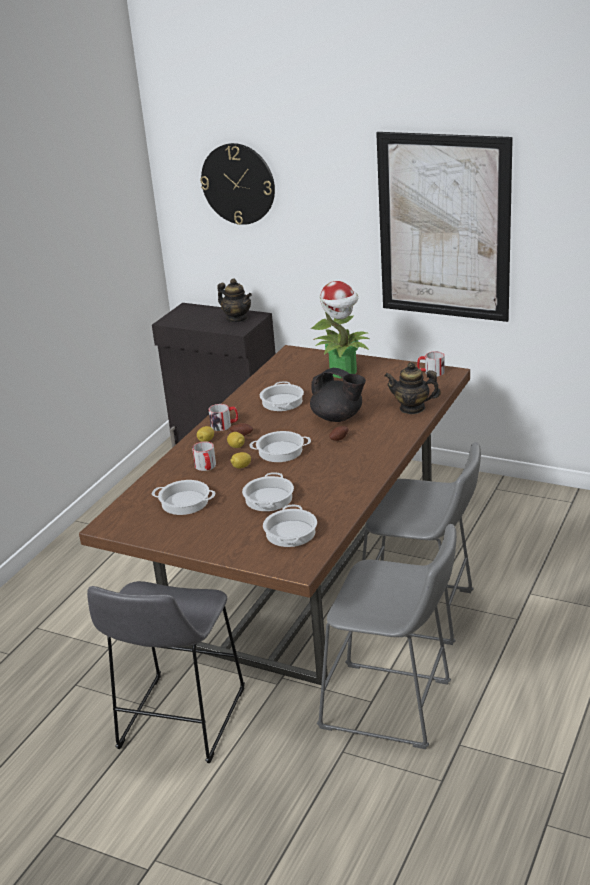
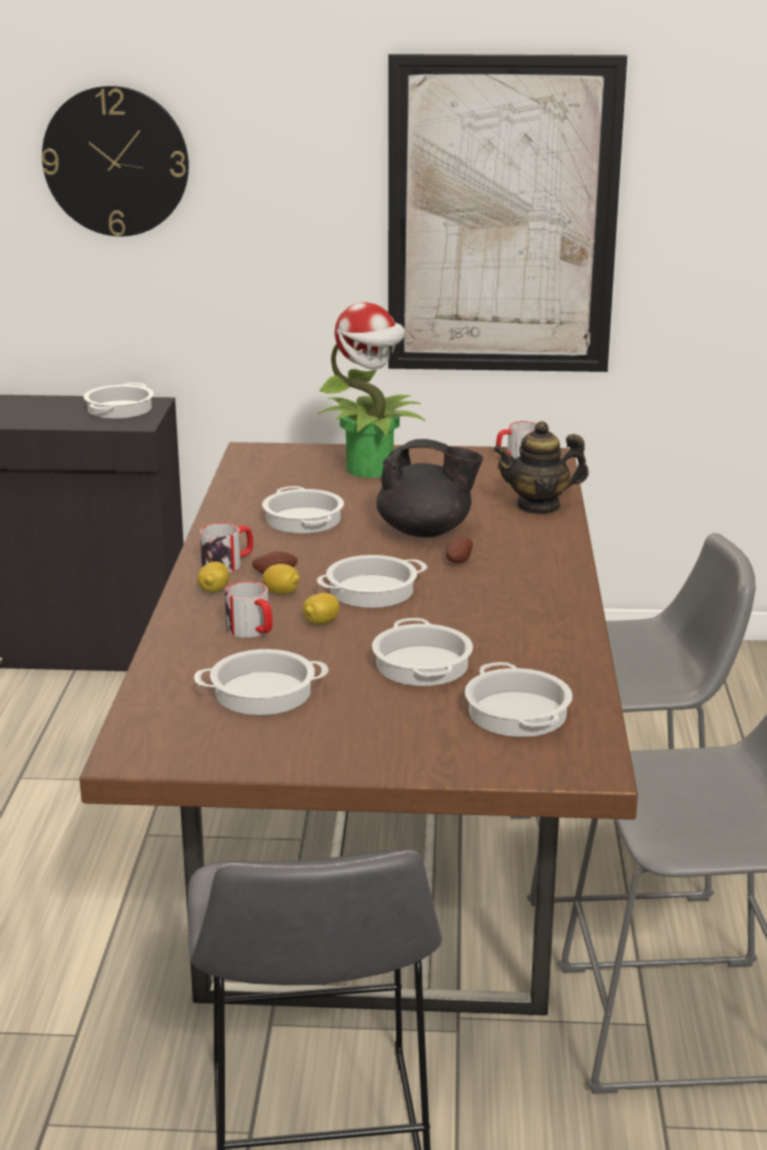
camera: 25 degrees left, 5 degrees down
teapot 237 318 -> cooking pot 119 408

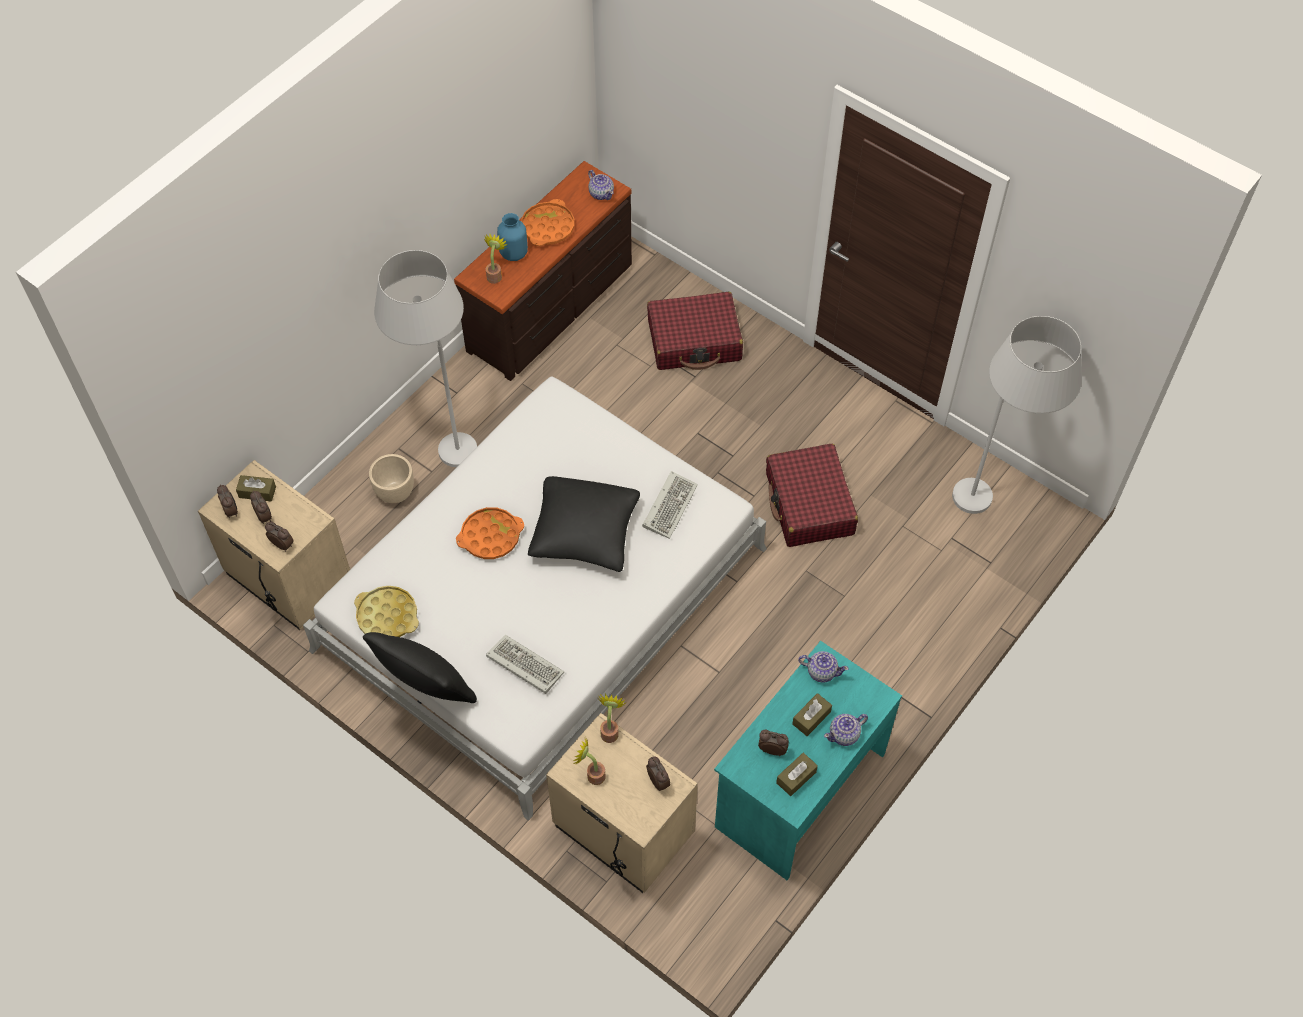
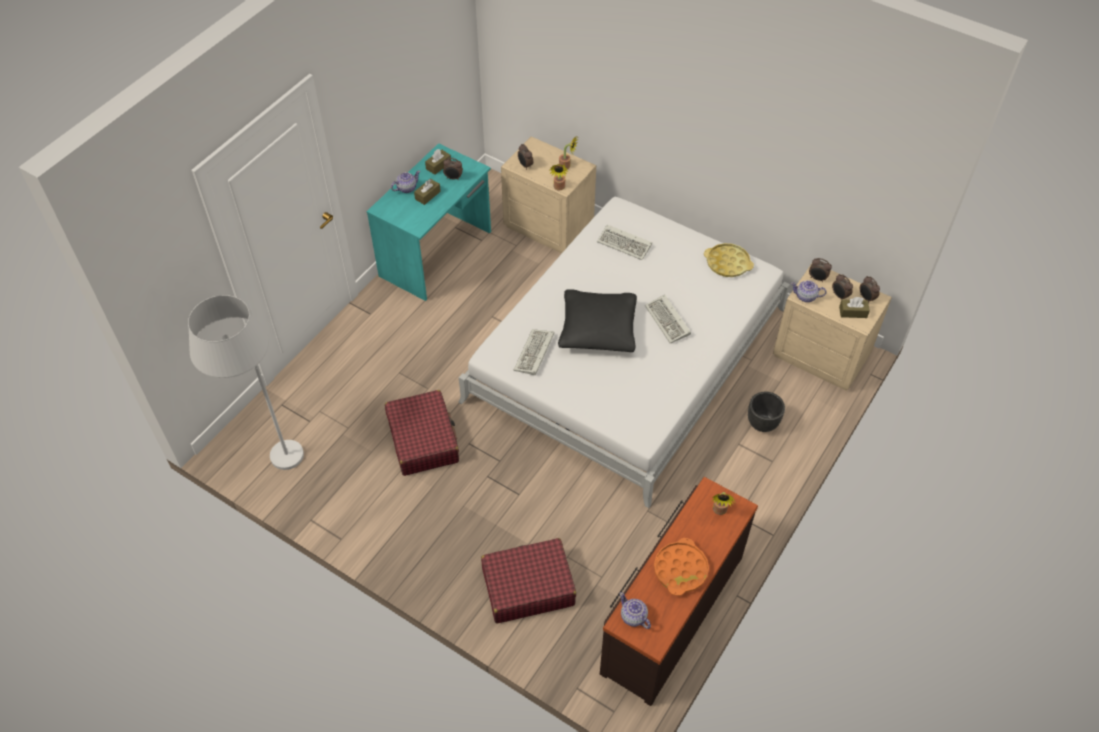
camera: 175 degrees right, 5 degrees down
black pillow 426 689 -> none
beige planter 395 493 -> black planter 762 424
white floor lamp 442 438 -> none
orange tray 490 536 -> keyboard 668 321
blue vase 513 253 -> none
teapot 821 671 -> teapot 806 297, relocated

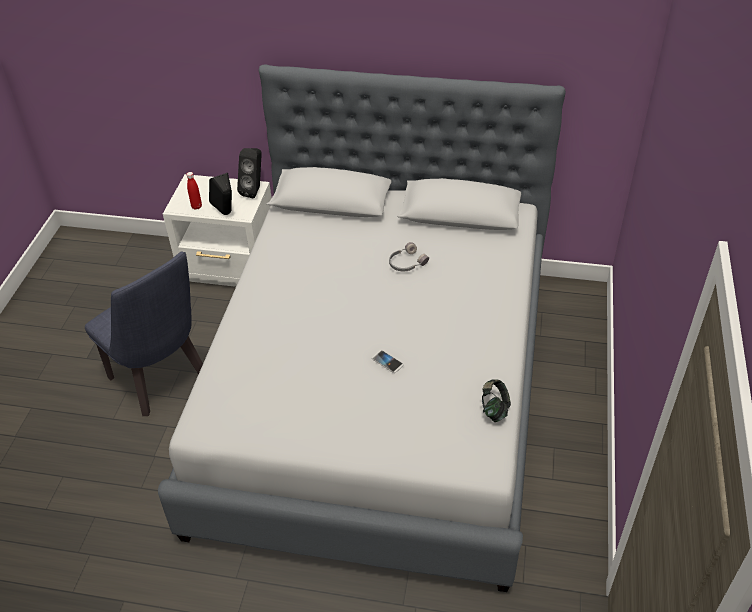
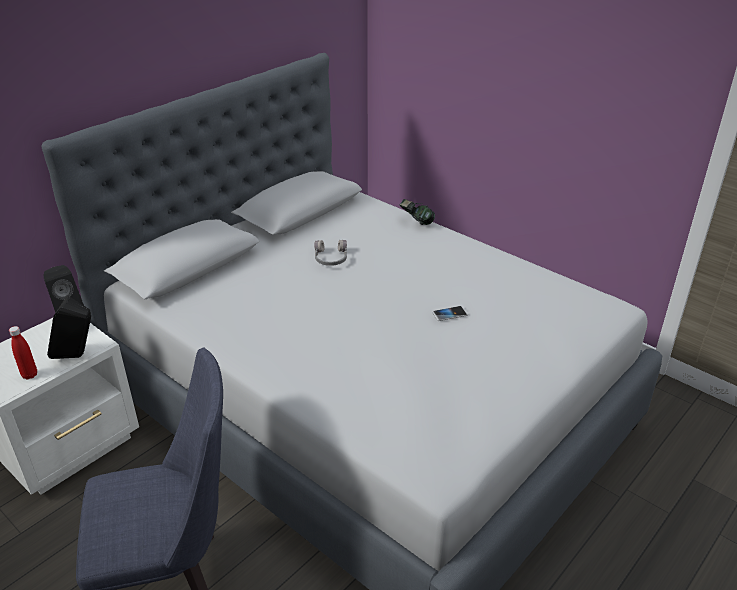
camera: 60 degrees left, 10 degrees down
headphones 494 409 -> headphones 416 222, relocated

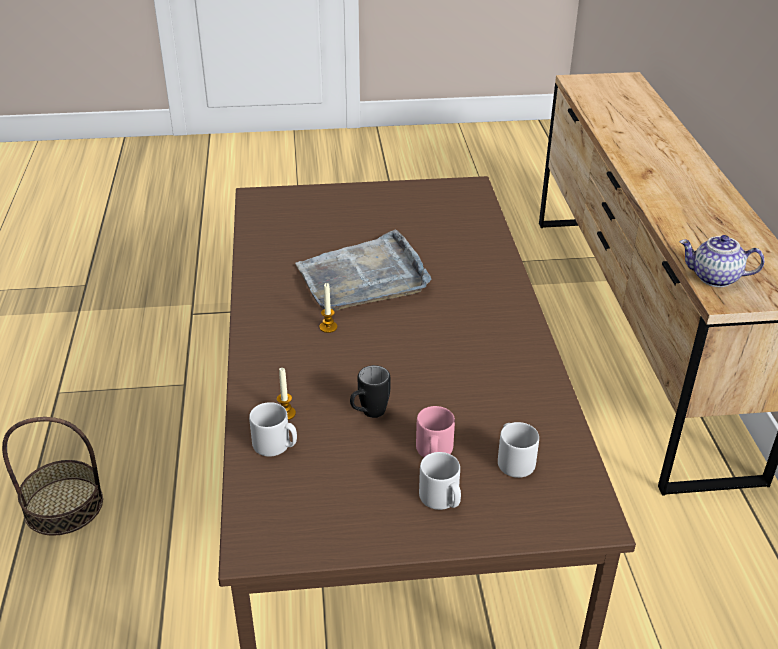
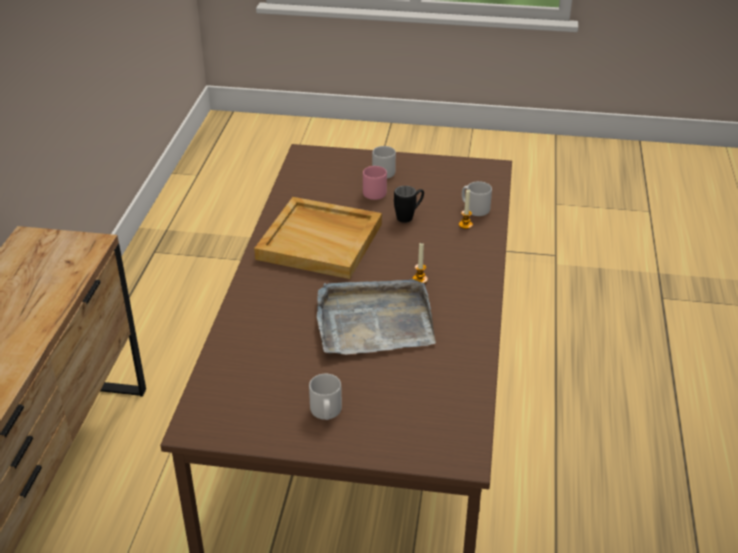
camera: 165 degrees left, 0 degrees up
basket 64 506 -> none
grey mug 514 461 -> grey mug 326 412, relocated
teapot 714 278 -> none
none -> beige tray 321 241

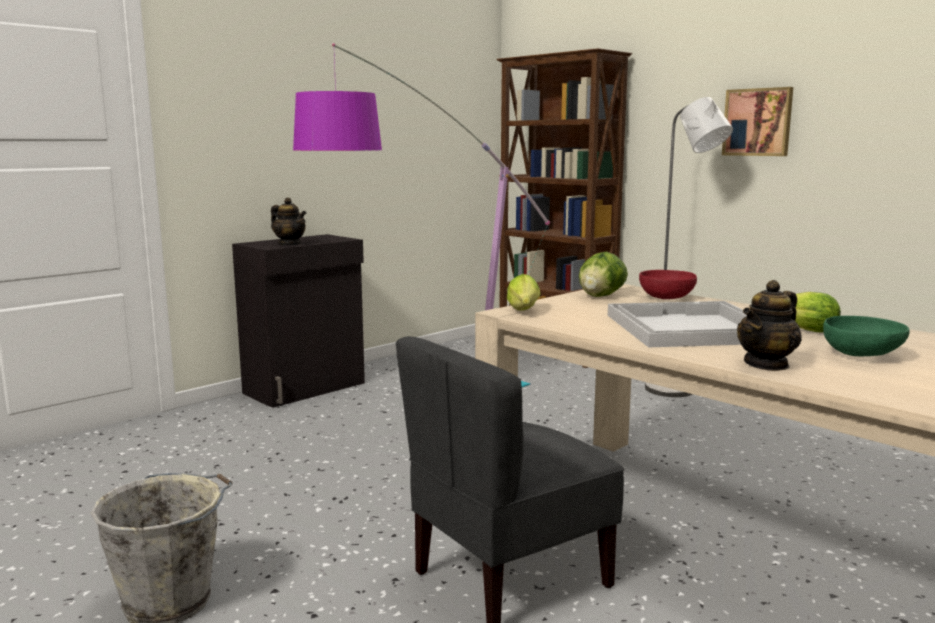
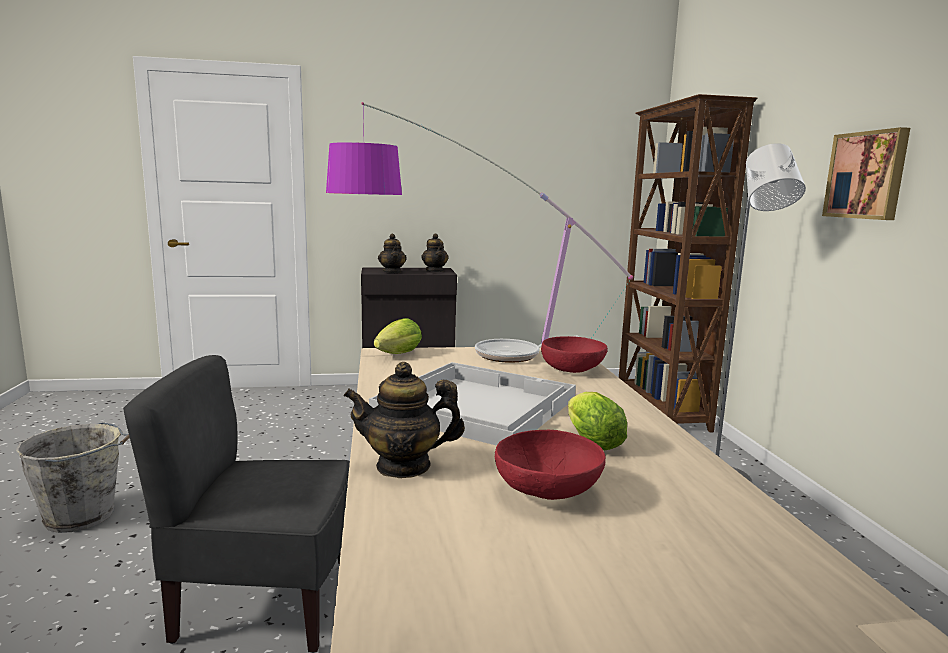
camera: 35 degrees right, 0 degrees up
lettuce 600 296 -> frying pan 513 355
green bowl 862 355 -> red bowl 548 493
none -> teapot 435 271

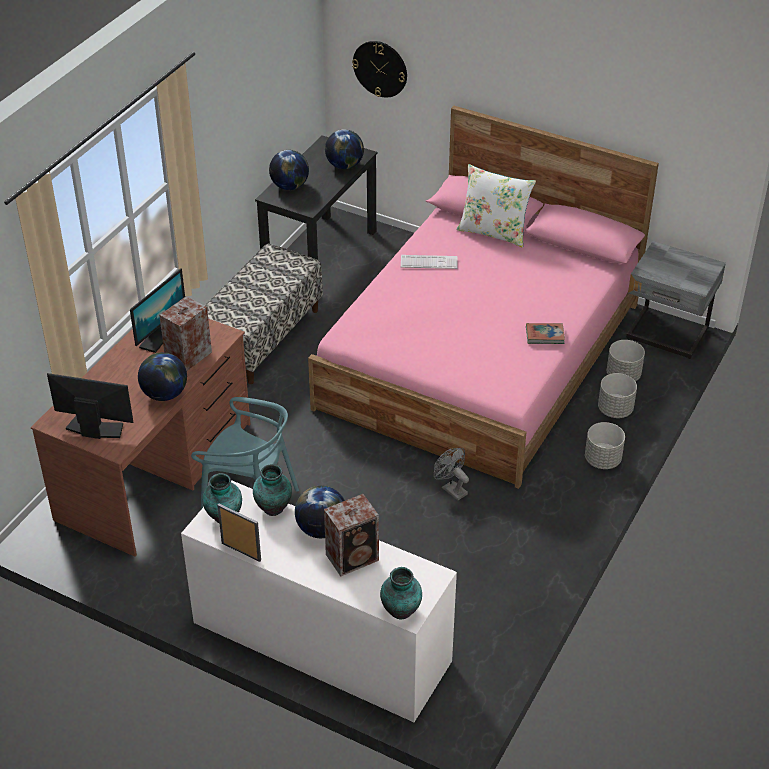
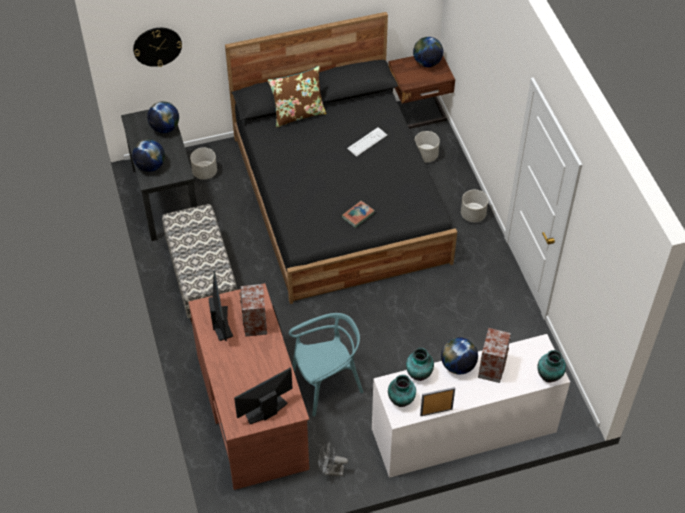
camera: 45 degrees left, 10 degrees up
globe 164 394 -> globe 427 62, relocated
pink bed 481 355 -> black bed 339 198
keyboard 429 262 -> keyboard 367 142, relocated
grey fan 451 489 -> grey fan 330 470, relocated
white pillow 493 232 -> brown pillow 298 114
book 544 335 -> book 358 215, relocated
grey planter 615 410 -> grey planter 205 172, relocated
grey nightstand 666 335 -> brown nightstand 418 114

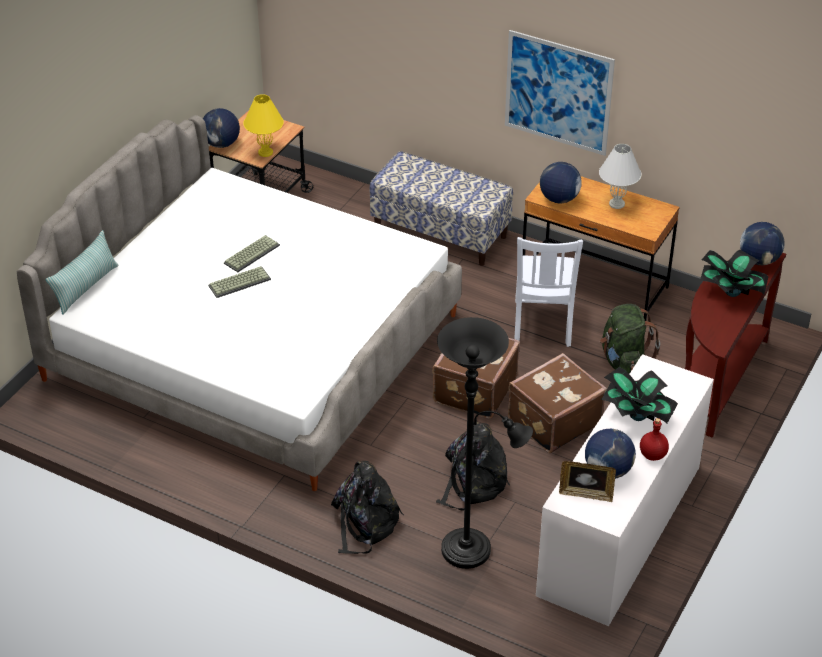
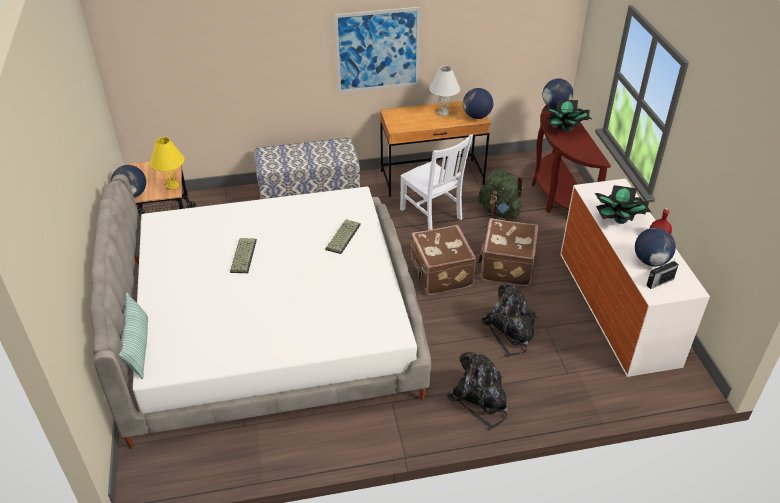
camera: 40 degrees left, 0 degrees up
keyboard 239 282 -> keyboard 342 236, relocated
black floor lamp 473 550 -> none
globe 559 199 -> globe 476 116, relocated
picture frame 586 494 -> radio 659 282

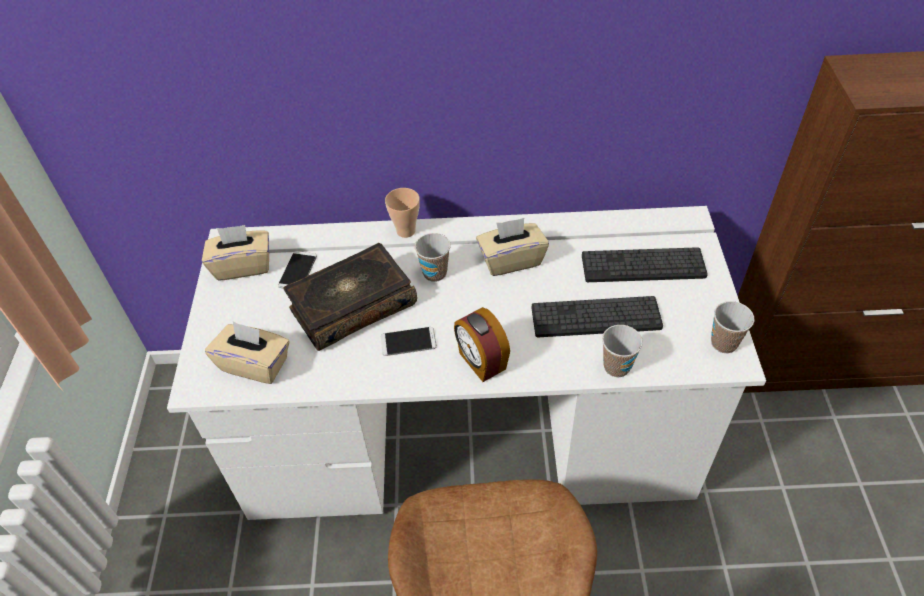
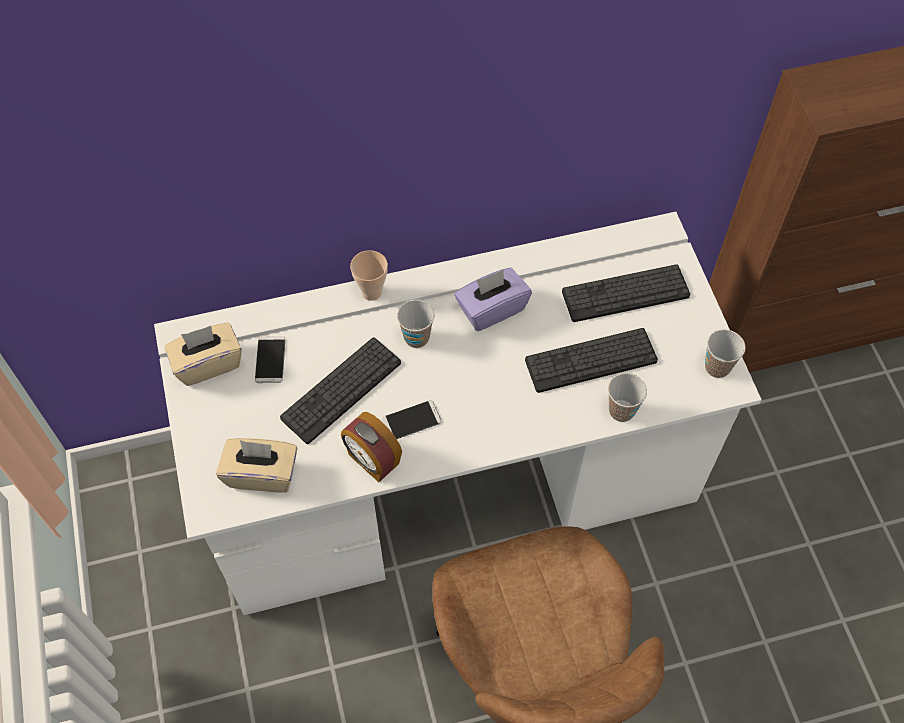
camera: 15 degrees left, 10 degrees up
book 352 306 -> keyboard 341 390
alarm clock 481 362 -> alarm clock 373 460, relocated
beige tissue box 511 260 -> purple tissue box 491 309

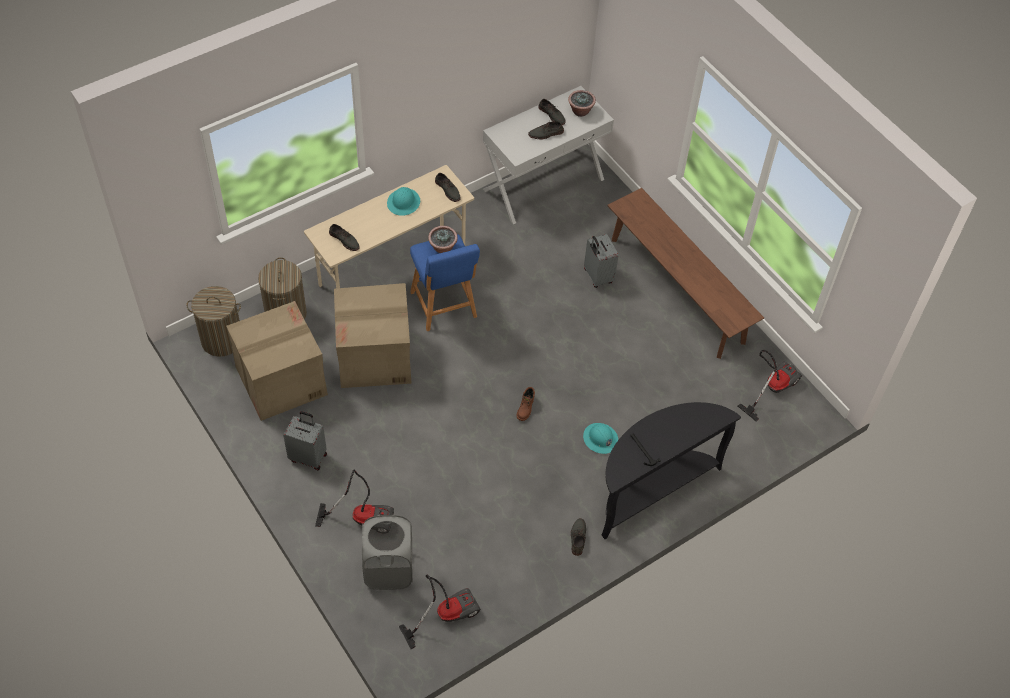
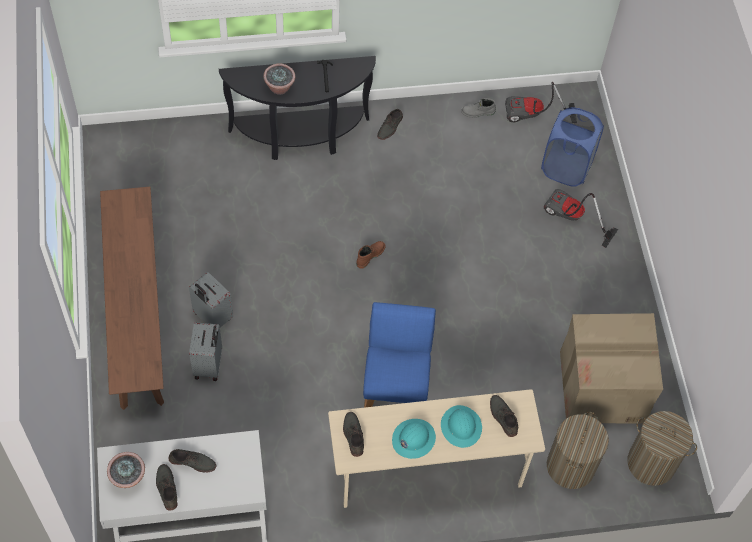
camera: 155 degrees left, 5 degrees up
grey suitcase 308 457 -> grey suitcase 212 317, relocated
cardboard box 375 356 -> none
grey laundry basket 389 570 -> blue laundry basket 566 167
potted plant 443 248 -> potted plant 279 87, relocated
turquoise hard hat 600 439 -> turquoise hard hat 461 427, relocated
vacuum cleaner 771 388 -> none
none -> grey boot 478 112

